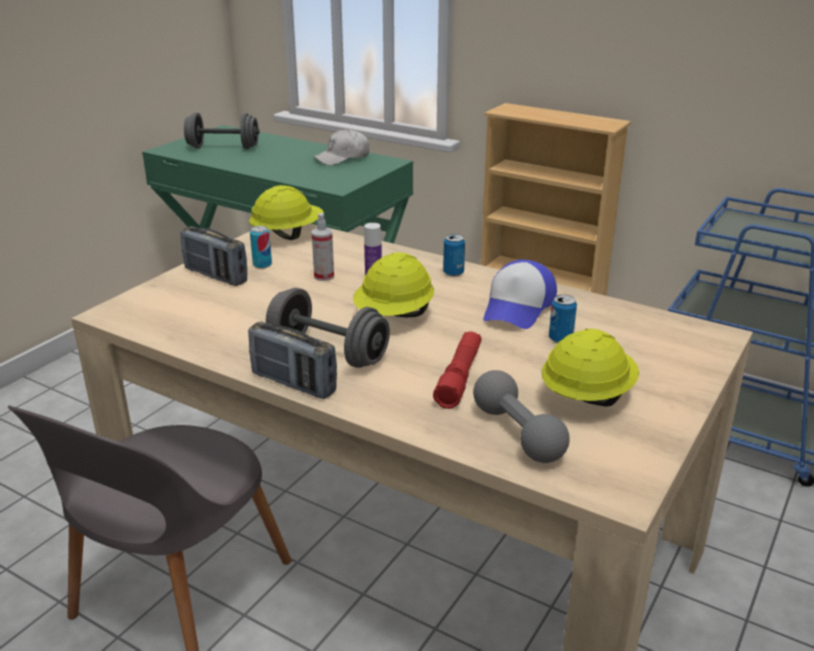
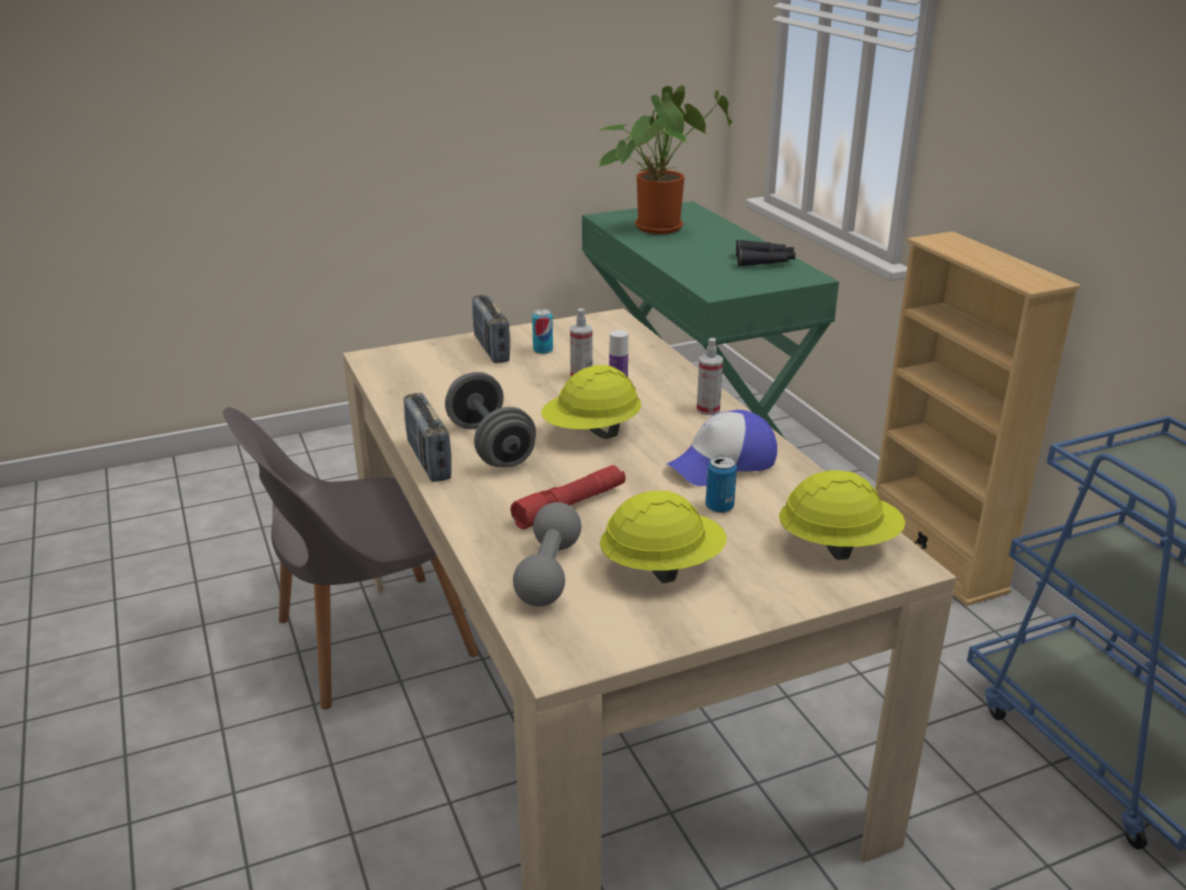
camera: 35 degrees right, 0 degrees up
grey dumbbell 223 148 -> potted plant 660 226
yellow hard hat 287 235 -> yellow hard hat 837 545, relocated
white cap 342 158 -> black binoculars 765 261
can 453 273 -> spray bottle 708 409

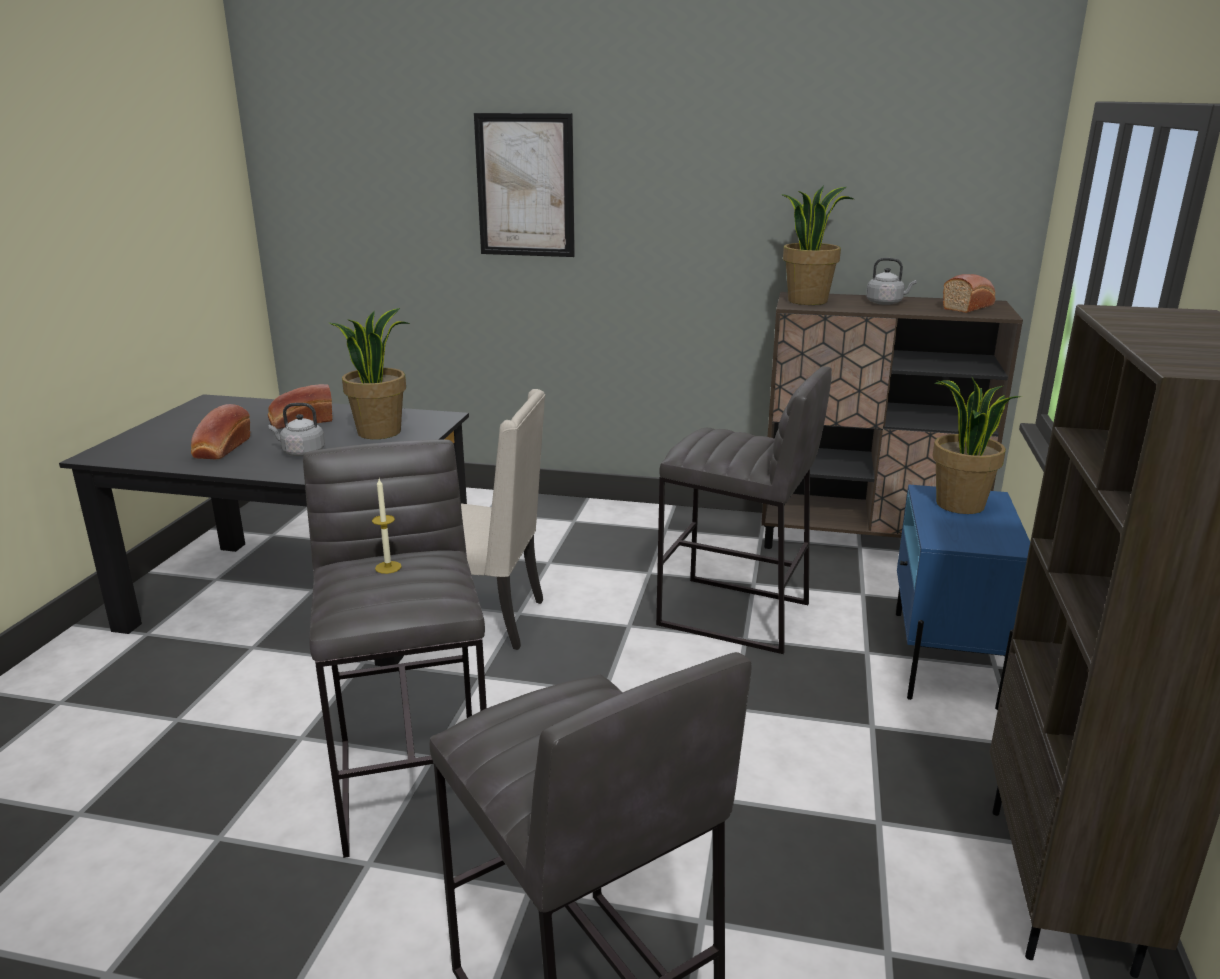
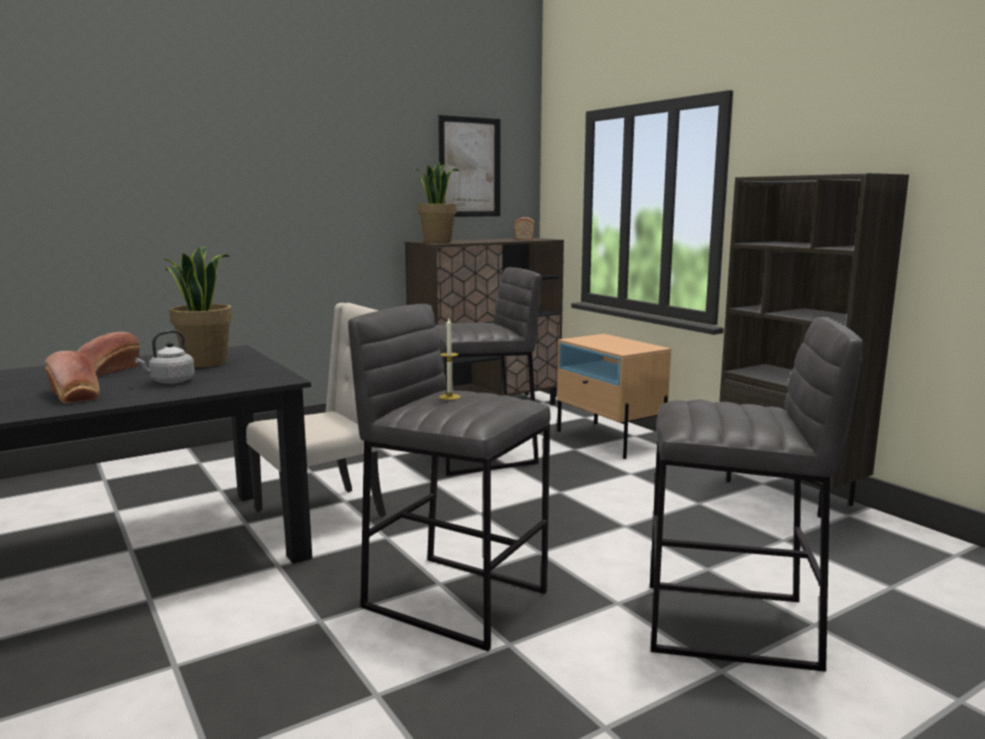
camera: 45 degrees left, 10 degrees down
picture 525 186 -> picture 469 167, relocated
grey kettle 886 303 -> none
blue nightstand 943 658 -> beige nightstand 609 440
potted plant 959 505 -> none

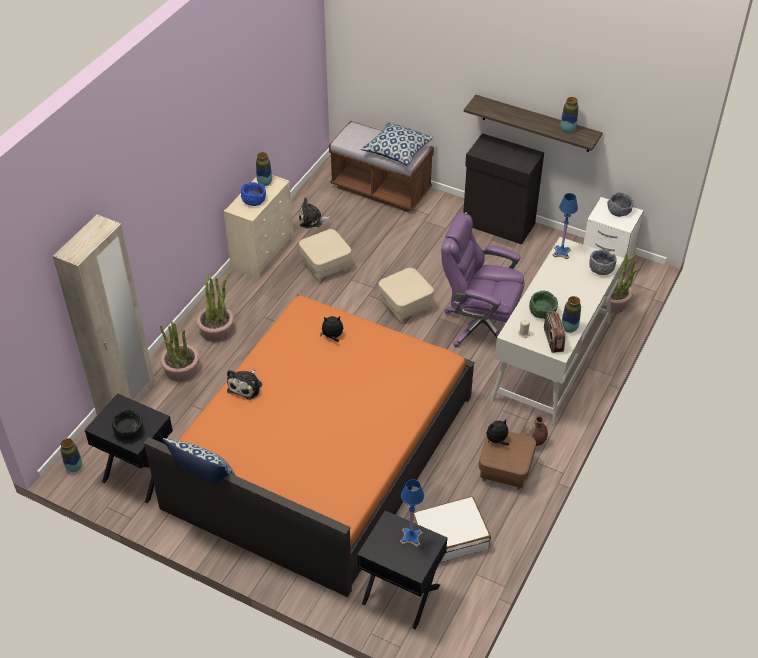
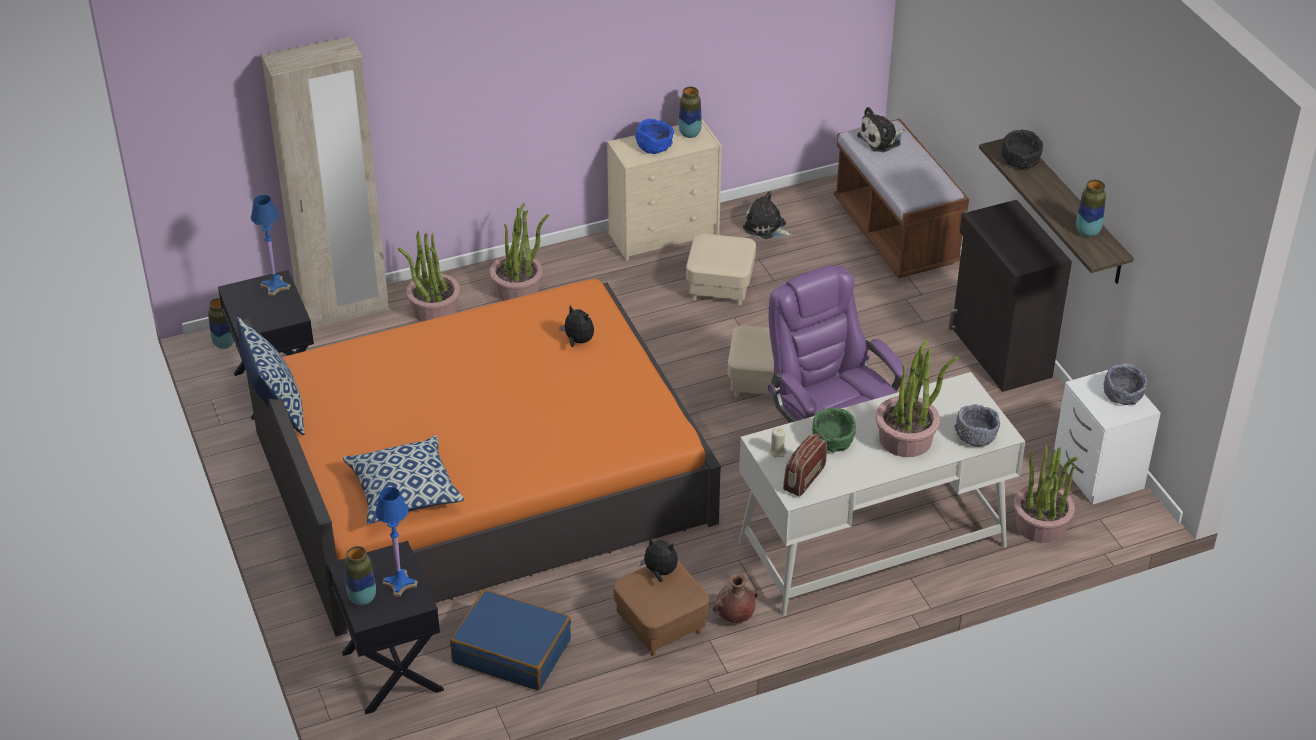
camera: 40 degrees right, 5 degrees down
black bowl 129 431 -> black bowl 1020 161, relocated
plush toy 246 386 -> plush toy 881 140, relocated
pillow 397 151 -> pillow 404 492, relocated
white suitcase 449 537 -> blue suitcase 512 651
blue table lamp 561 252 -> blue table lamp 275 286, relocated
vase 569 328 -> vase 362 598, relocated
none -> potted plant 906 439

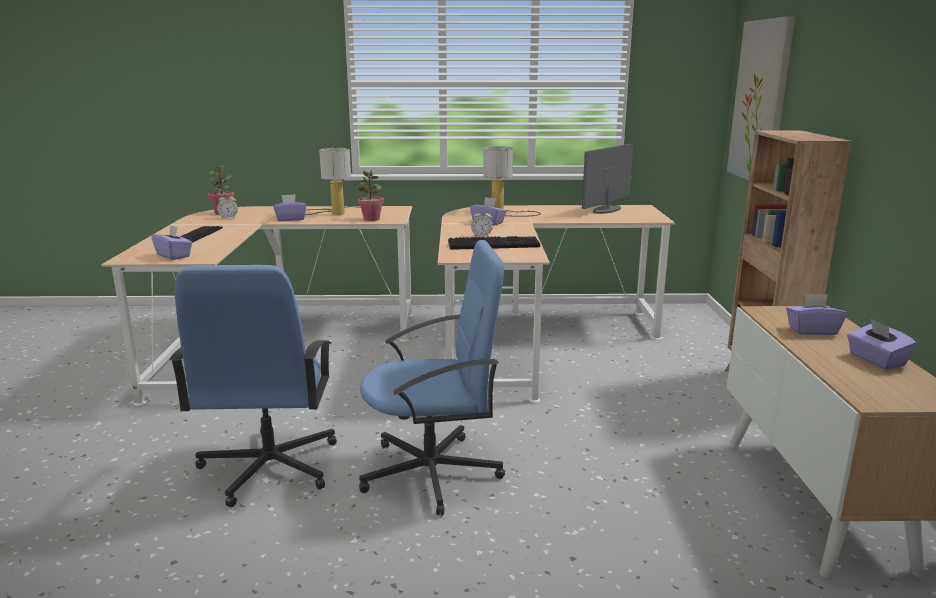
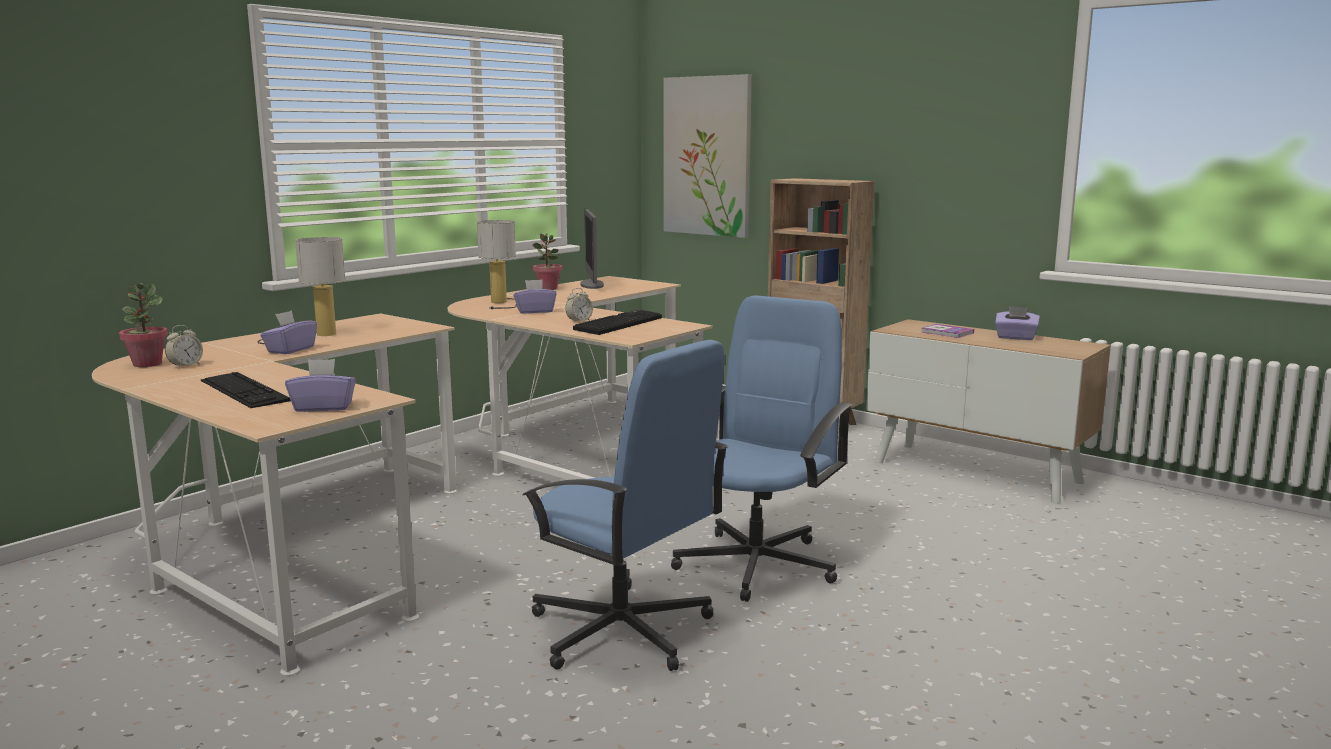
camera: 50 degrees left, 5 degrees down
potted plant 371 219 -> potted plant 548 289, relocated
purple tissue box 812 330 -> book 947 332

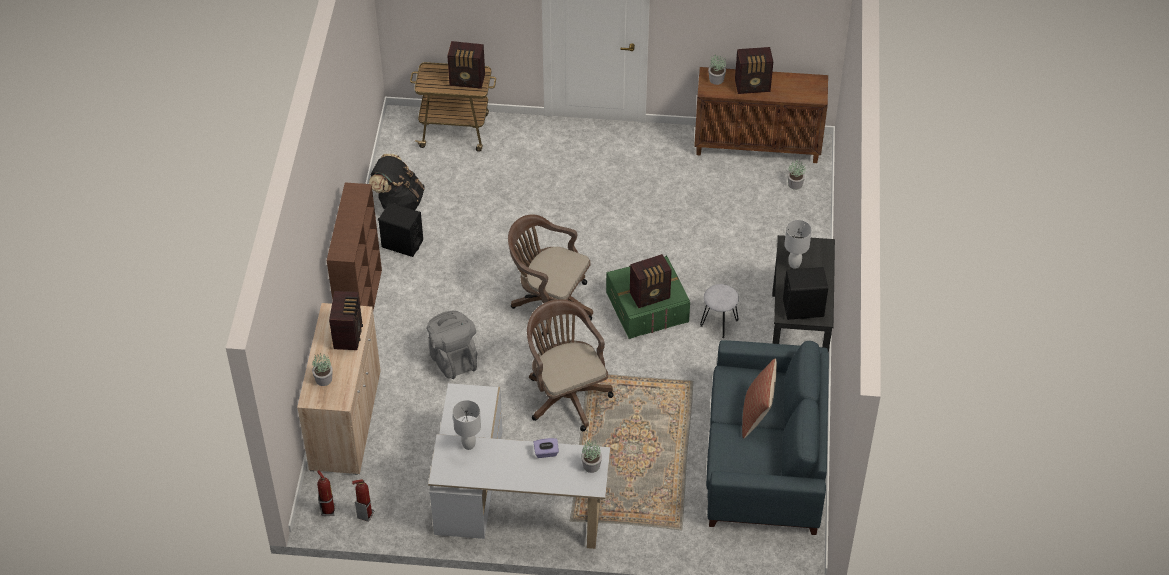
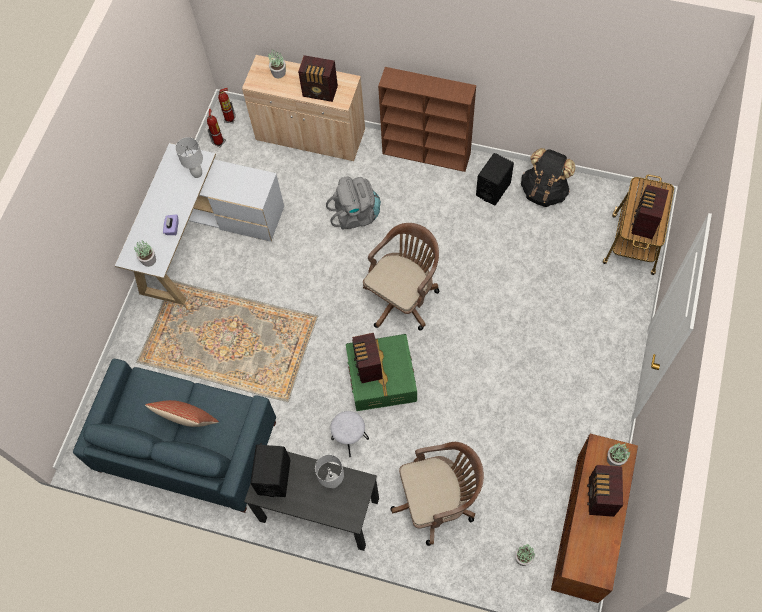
camera: 105 degrees right, 15 degrees up
brown office chair 566 394 -> brown office chair 438 501, relocated

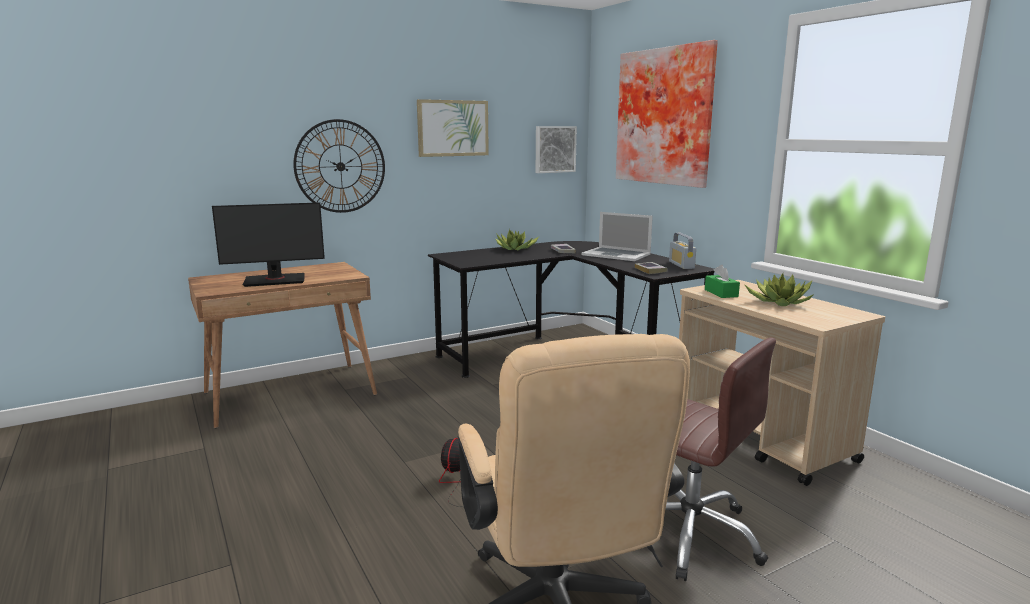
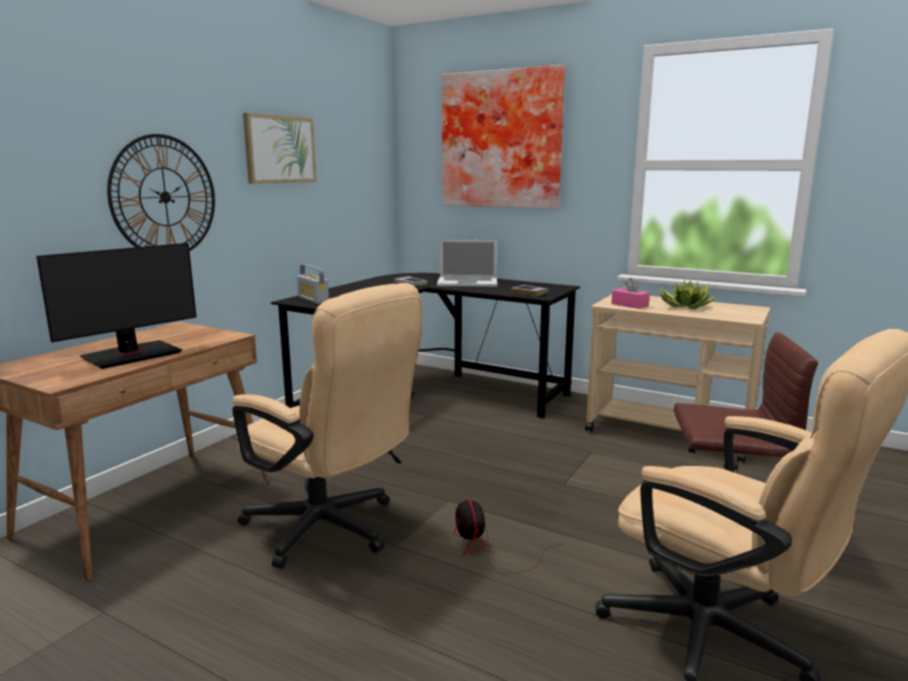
camera: 30 degrees left, 0 degrees up
potted plant 516 249 -> none
picture 554 149 -> none
radio 681 265 -> radio 313 299, relocated
green tissue box 721 293 -> pink tissue box 629 305
none -> beige office chair 331 530

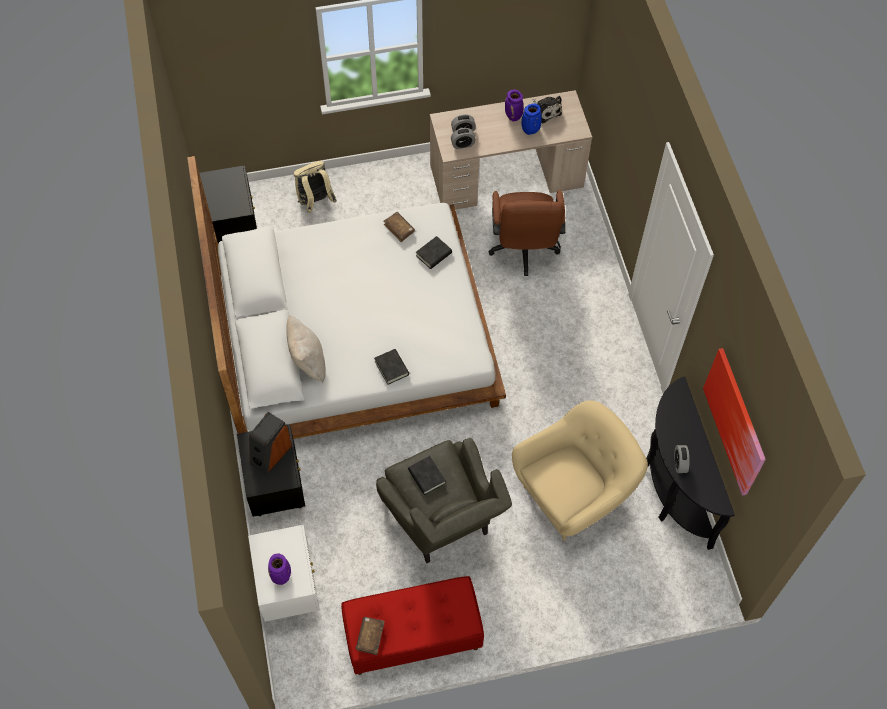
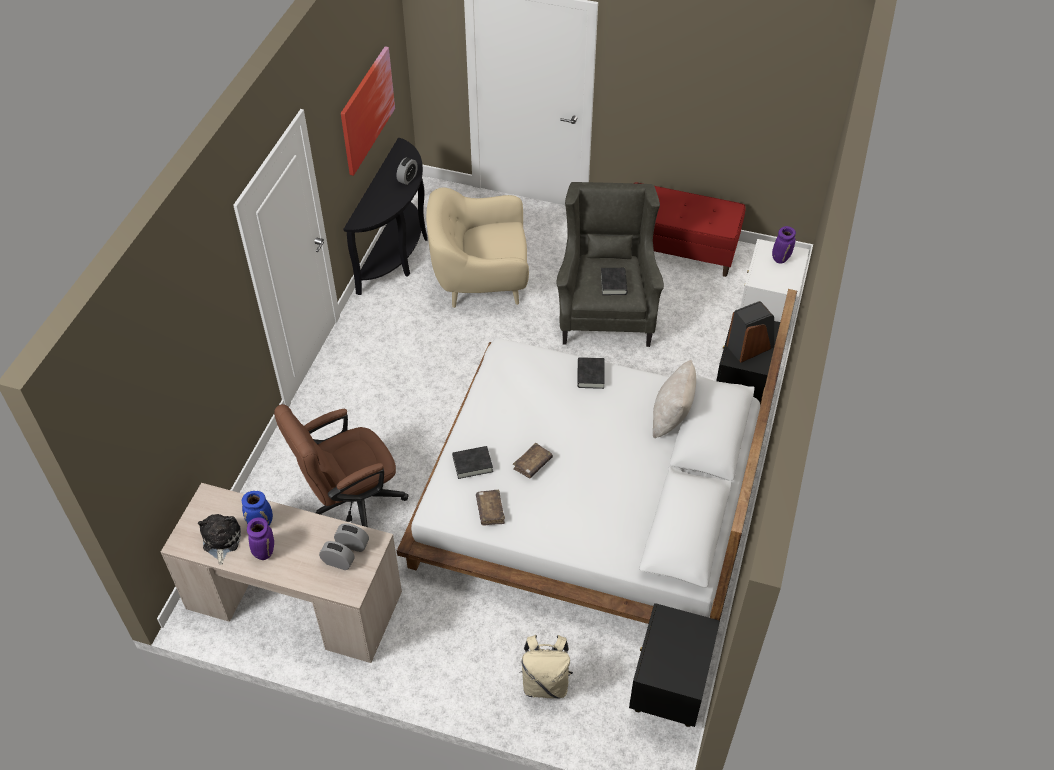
camera: 150 degrees left, 10 degrees down
brown book 370 637 -> brown book 532 464, relocated
brown office chair 523 251 -> brown office chair 350 501, 150 degrees counterclockwise

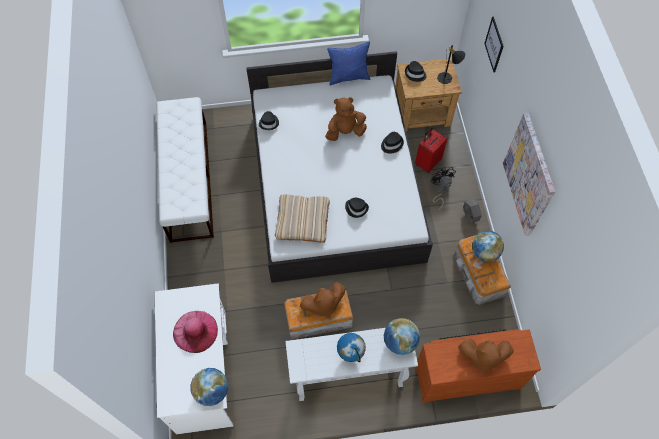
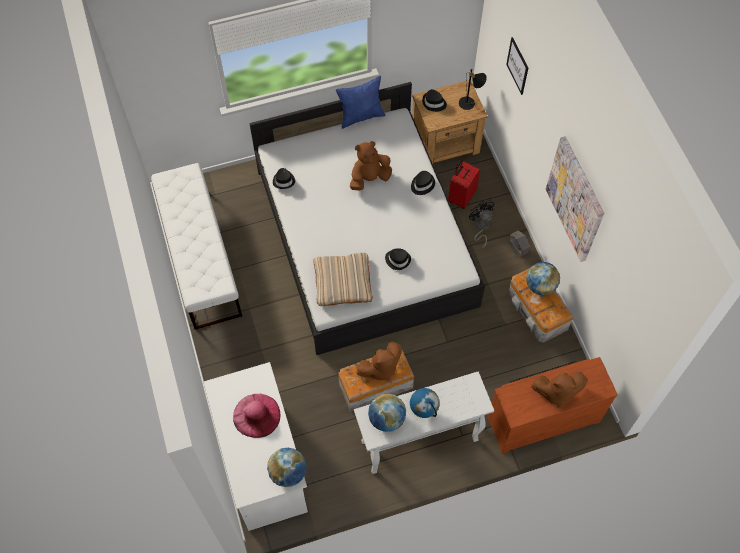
camera: 10 degrees left, 0 degrees up
globe 399 342 -> globe 386 419, relocated

